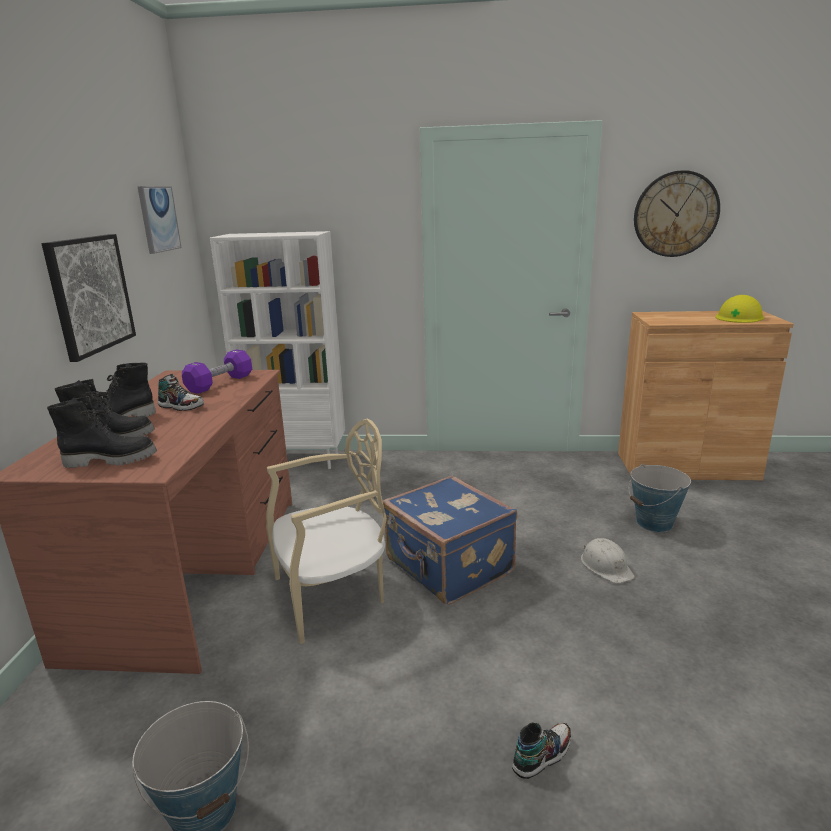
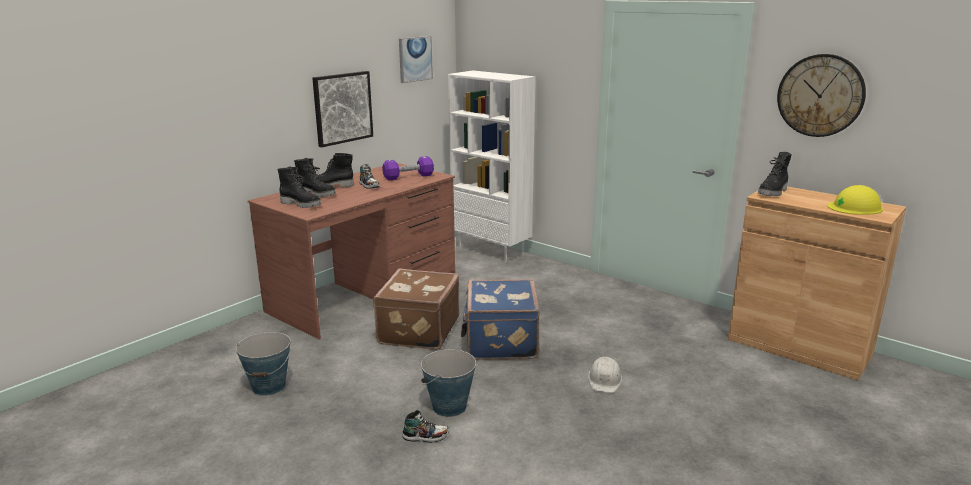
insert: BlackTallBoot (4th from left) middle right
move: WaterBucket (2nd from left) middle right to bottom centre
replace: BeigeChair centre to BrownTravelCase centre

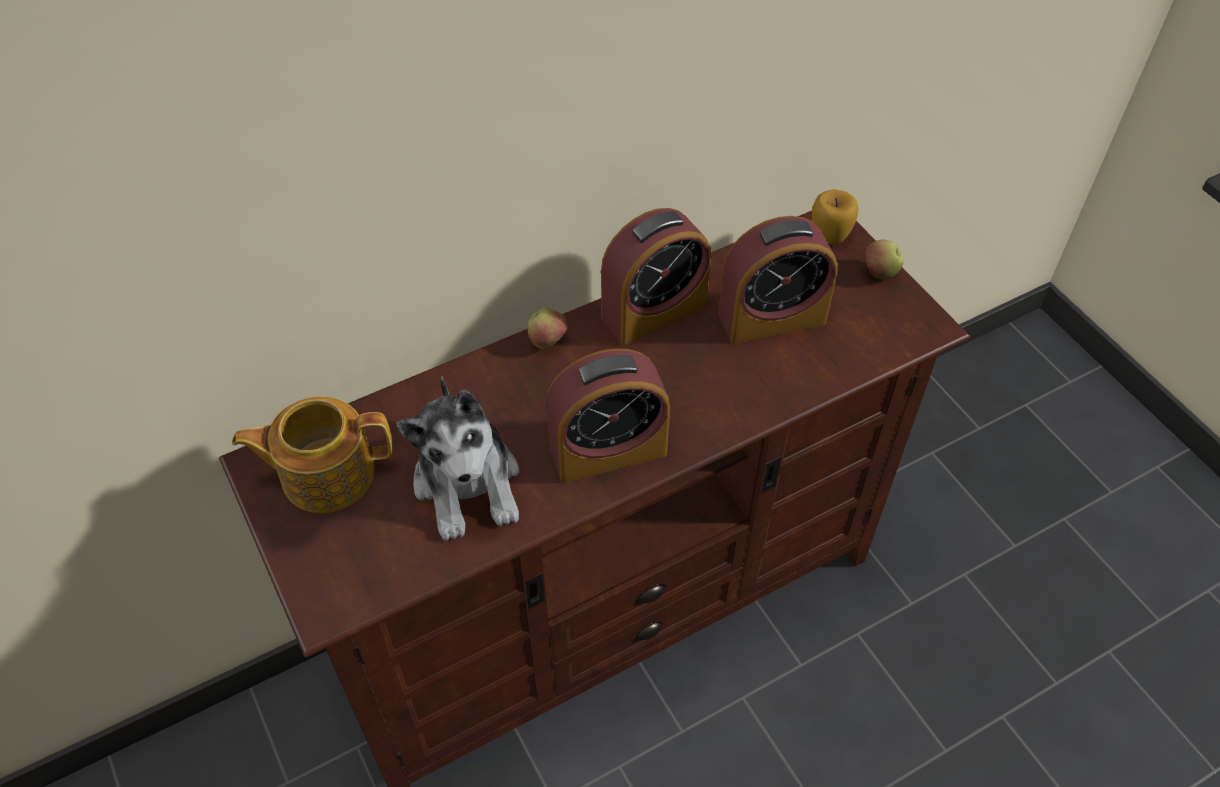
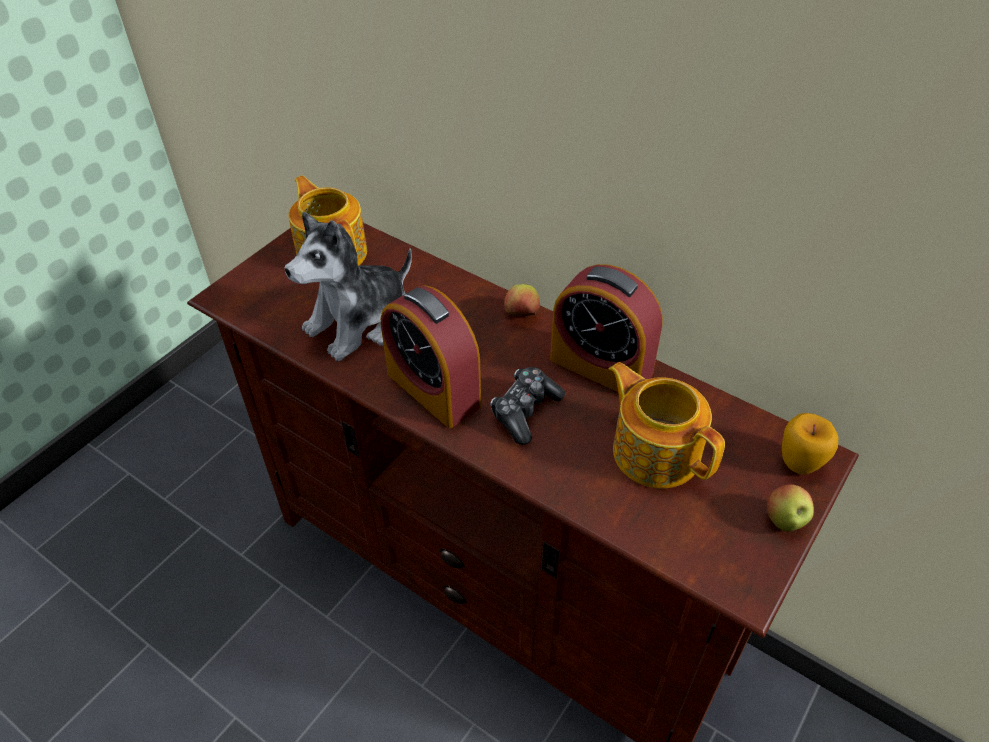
insert: Joypad centre
replace: TableClock (3rd from left) centre to PotForTea (2nd from left) middle right

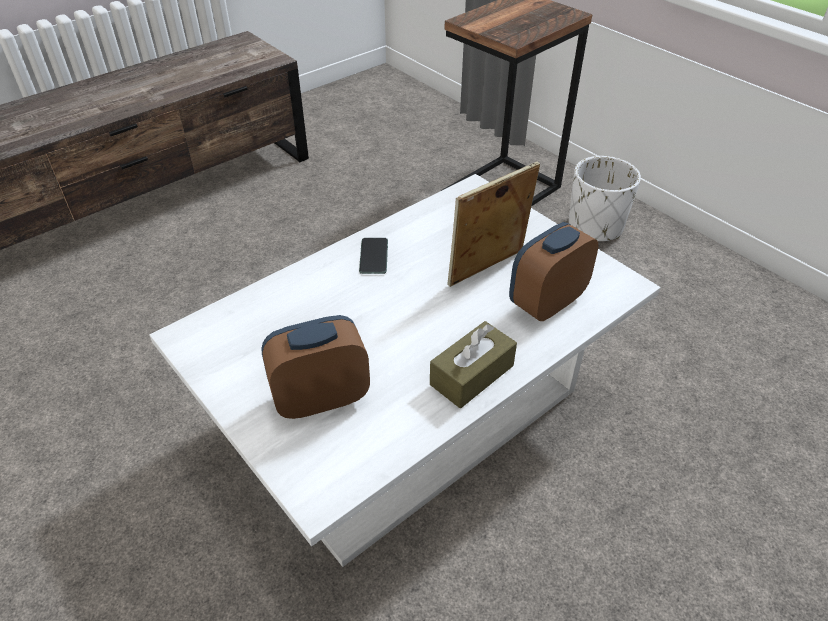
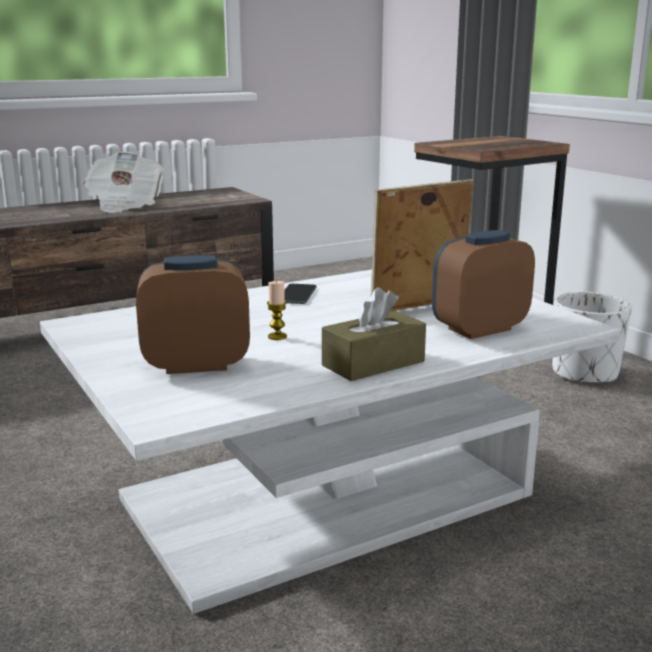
insert: PrintedPaper top left; WaxLight centre

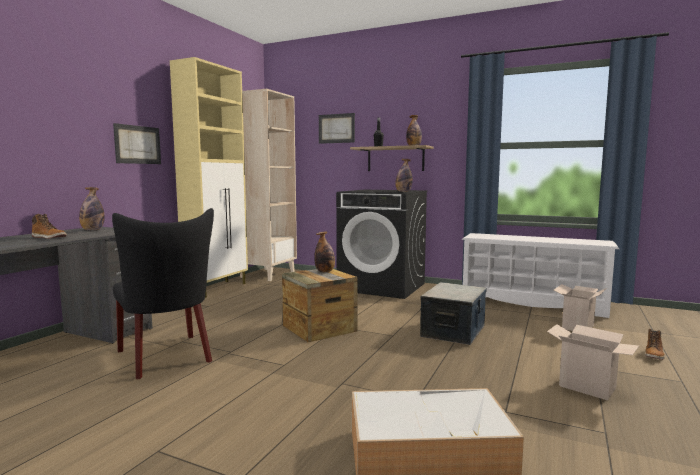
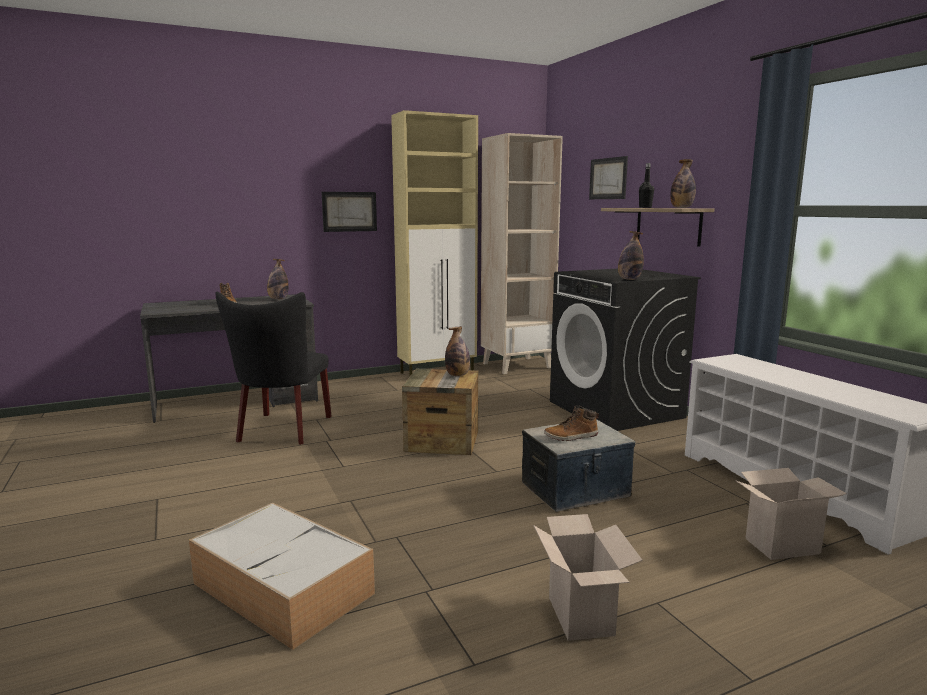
move: TallBoot (2nd from left) bottom right to centre

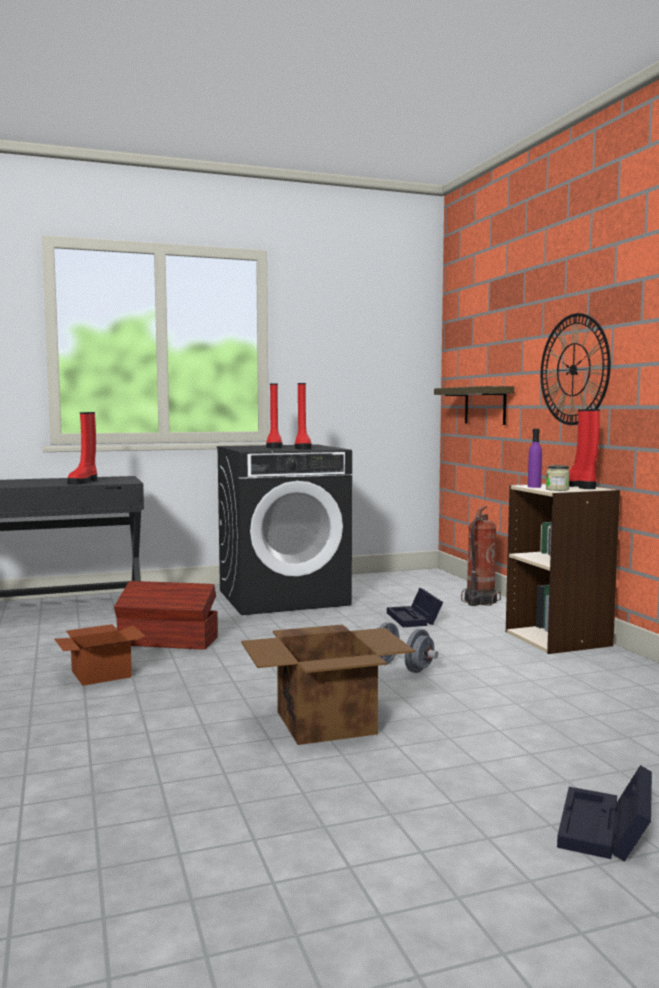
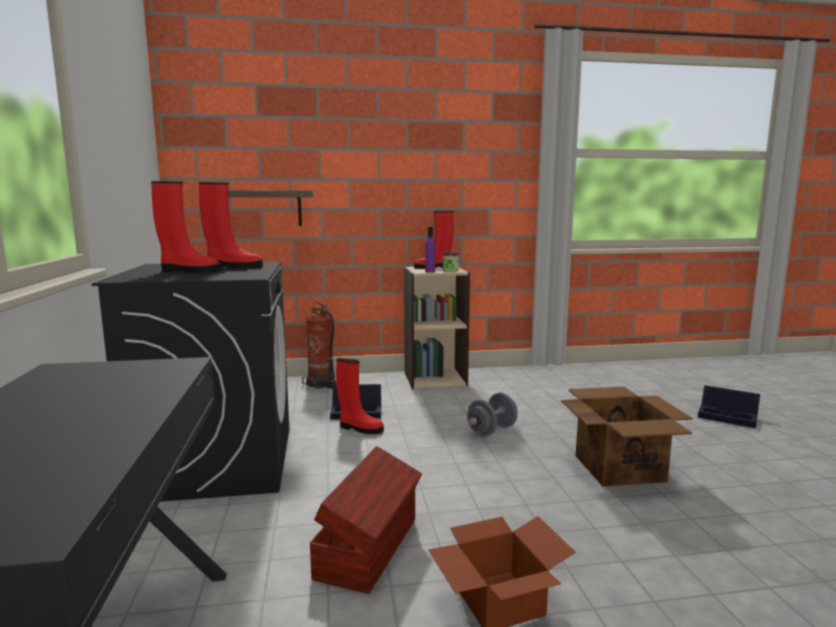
delete: WallClock middle right
move: RedTallBoot (1st from left in the first image) middle left to RedTallBoot (3rd from left) centre

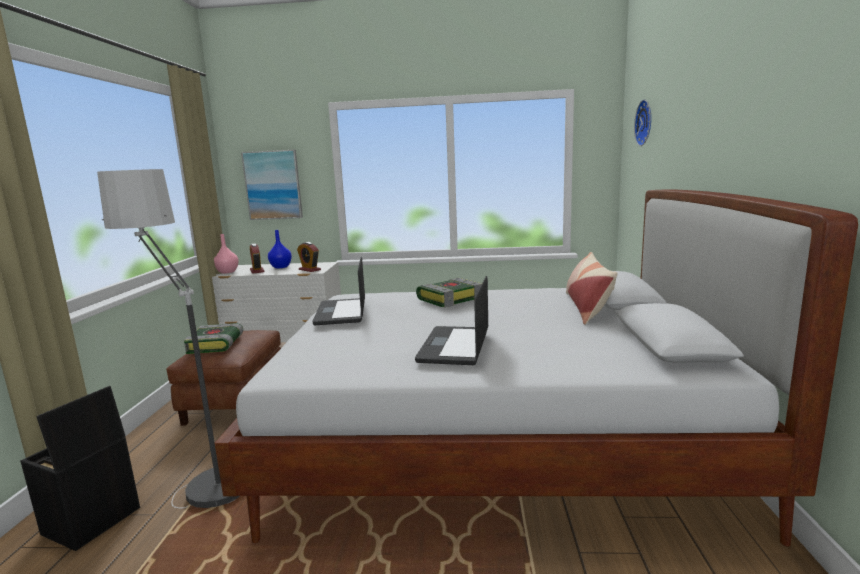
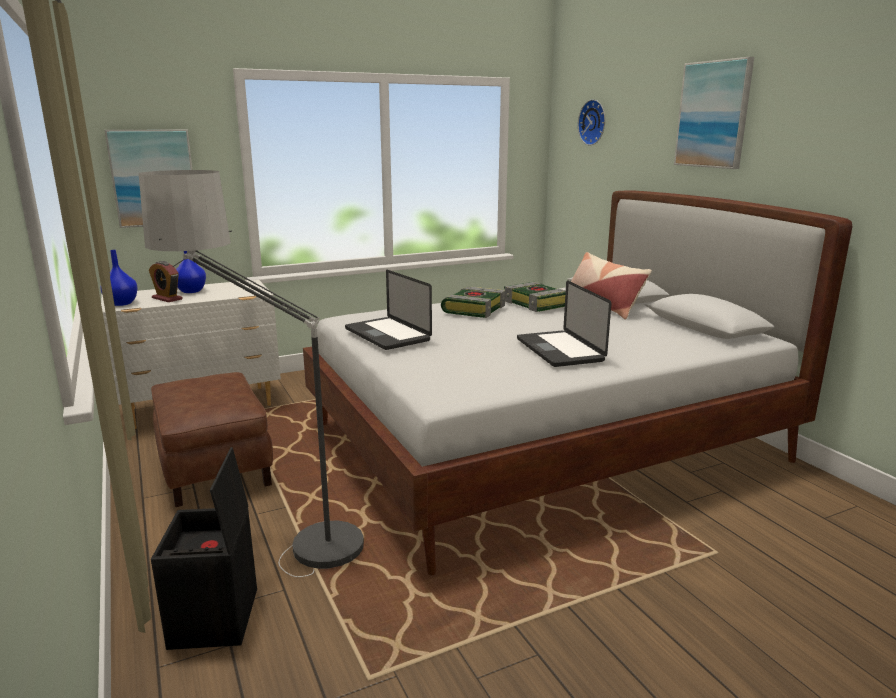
delete: TableClock (2nd from left) centre
insert: WallPicture (2nd from left) top right
move: BoundBook (1st from left in the first image) middle left to BoundBook (2nd from left) centre
recolor: PinkColouredFlowerVase middle left to BlueFlowerVase (1st from left) middle left

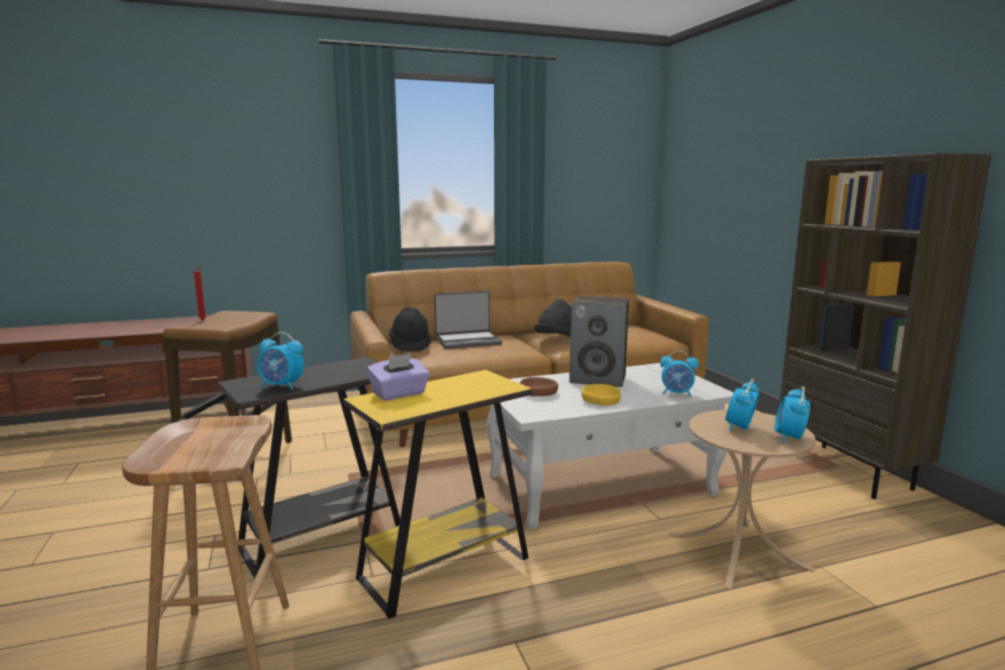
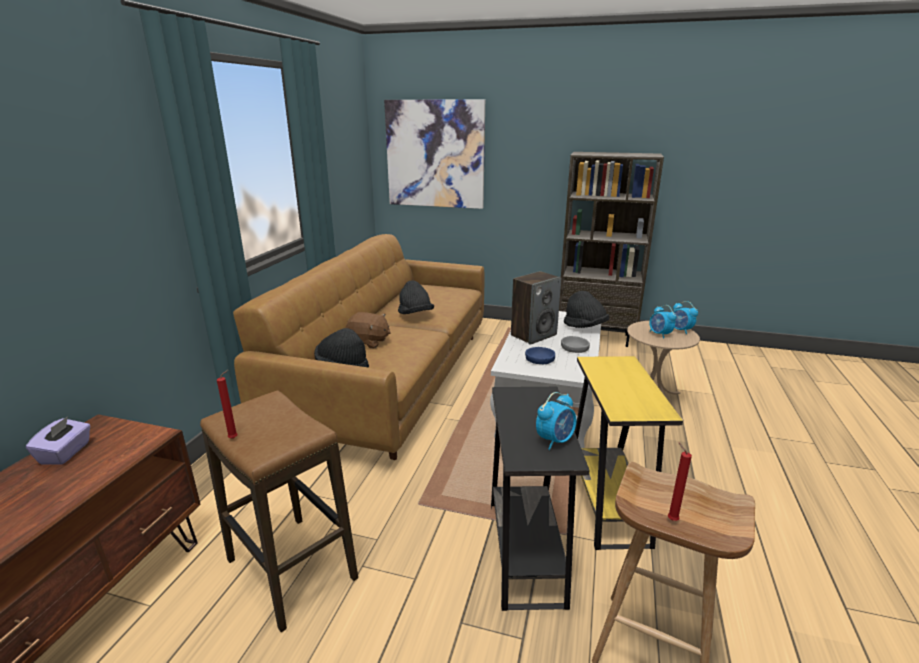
insert: WallPicture top centre; RedWaxLight (2nd from left) bottom right
move: PurplishBoxOfTissues centre to middle left
replace: Laptop centre to BrownPlushToy centre; TableClock (2nd from left) middle right to BlackWearableHat (3rd from left) centre
recolor: BrownBowl centre to BlueBowl centre; YellowishBowl centre to GreyishBowl centre

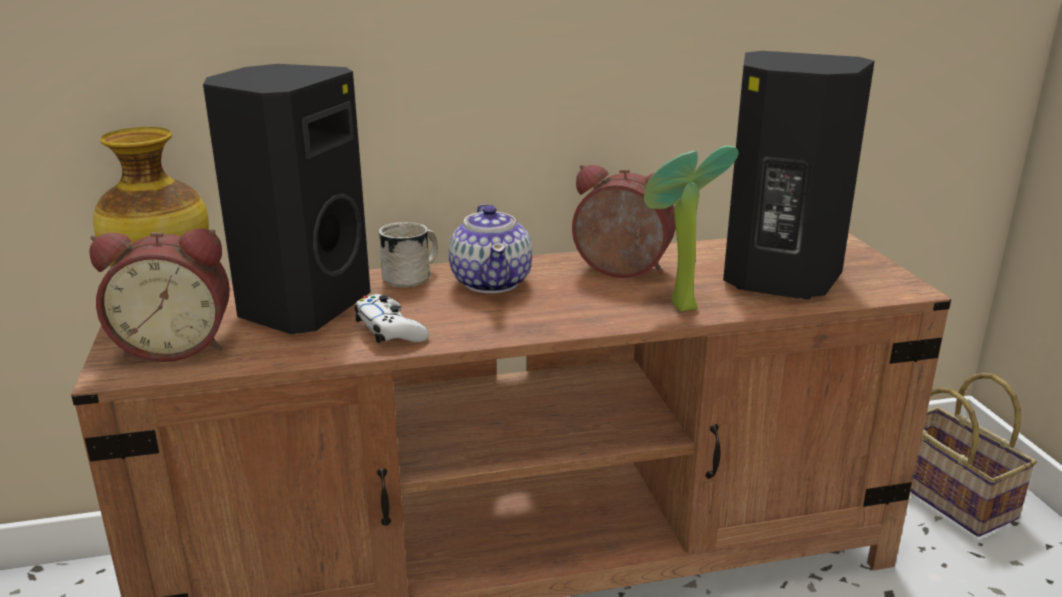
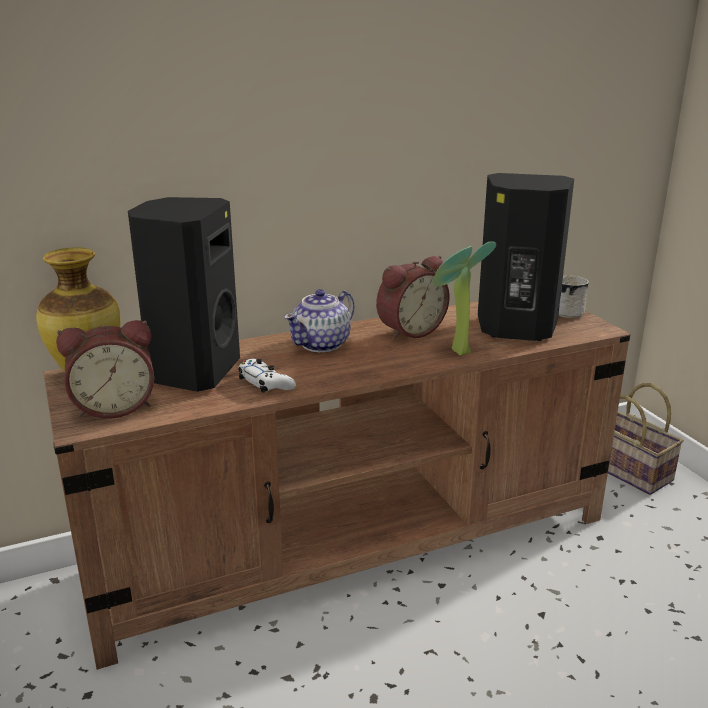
move: WhiteTeaMug centre to middle right
rotate: PotForTea centre = centre 60 degrees clockwise; TableClock (2nd from left) centre = centre 135 degrees clockwise

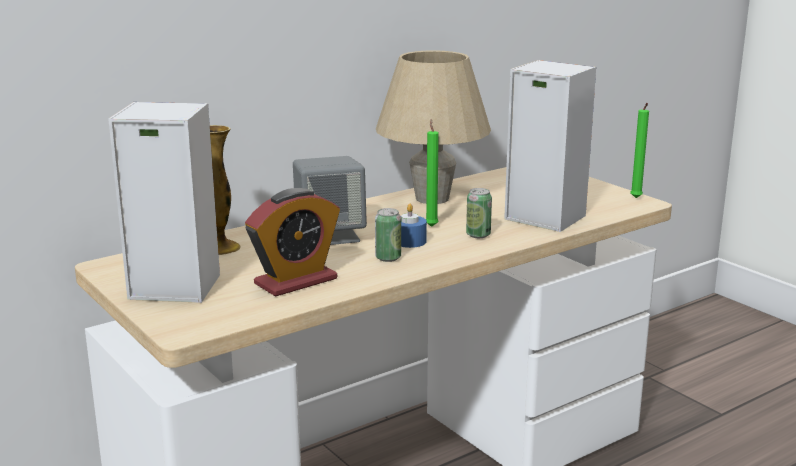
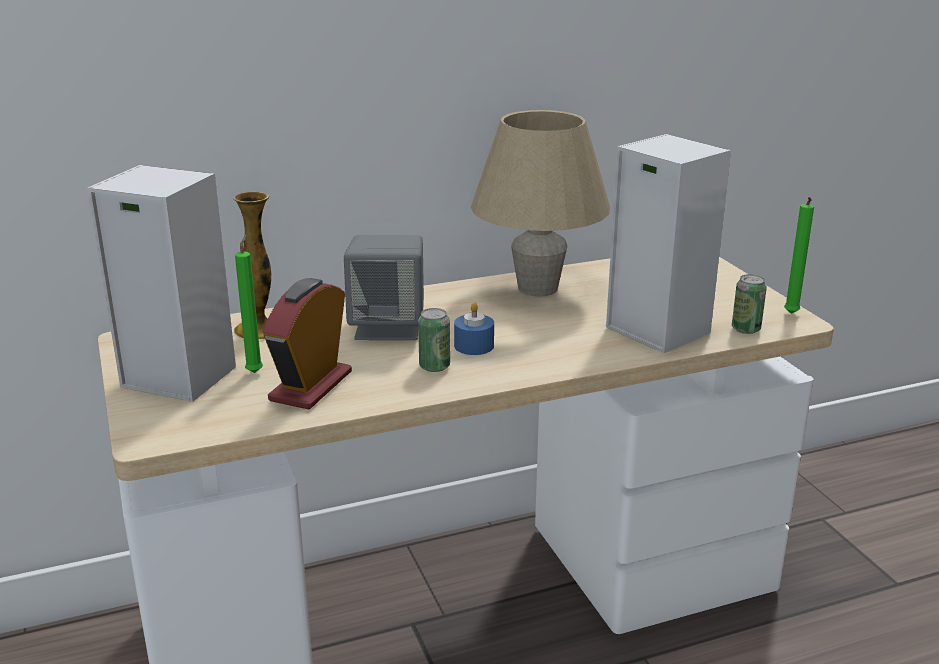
move: GreenishWaxLight (1st from left) centre to middle left; Can (2nd from left) centre to middle right
rotate: TableClock centre = middle left 135 degrees clockwise

